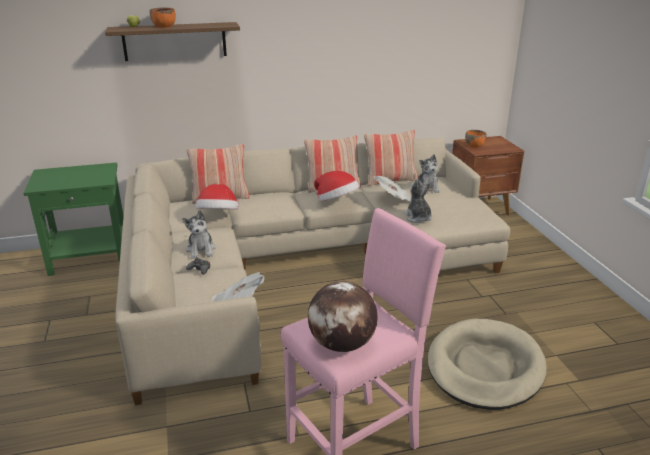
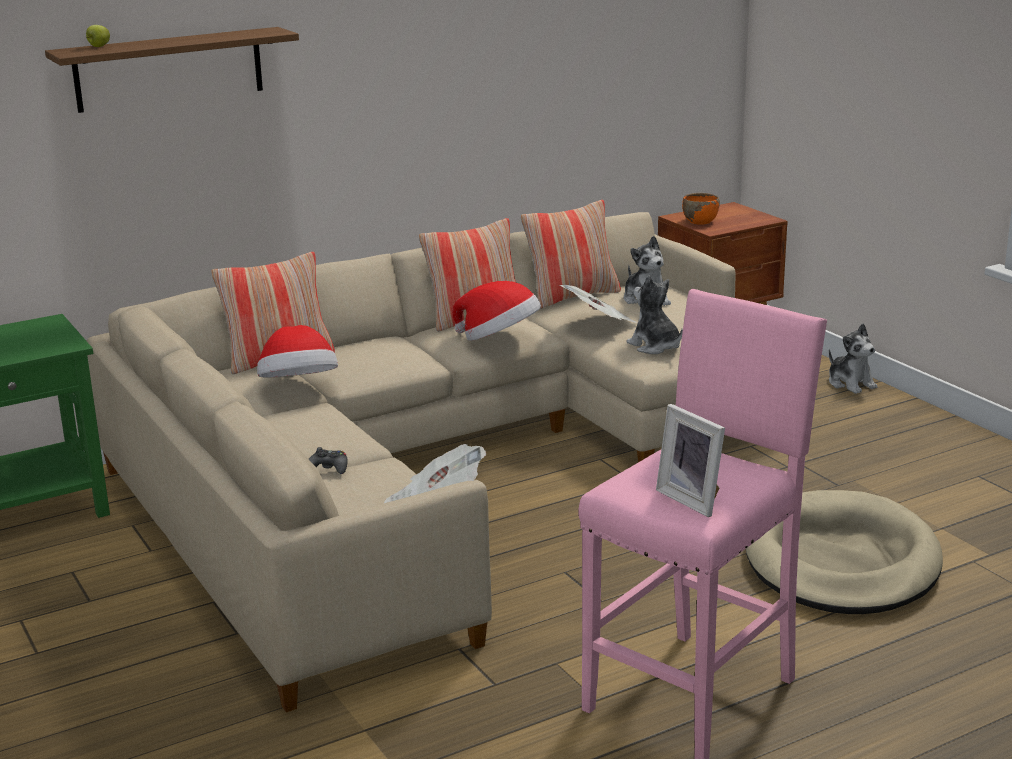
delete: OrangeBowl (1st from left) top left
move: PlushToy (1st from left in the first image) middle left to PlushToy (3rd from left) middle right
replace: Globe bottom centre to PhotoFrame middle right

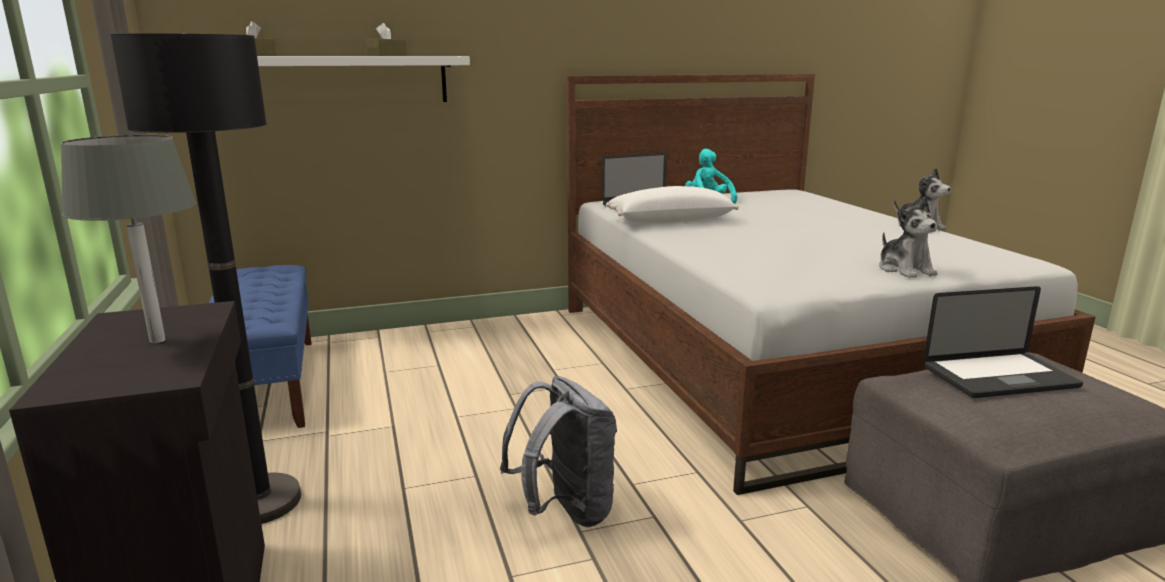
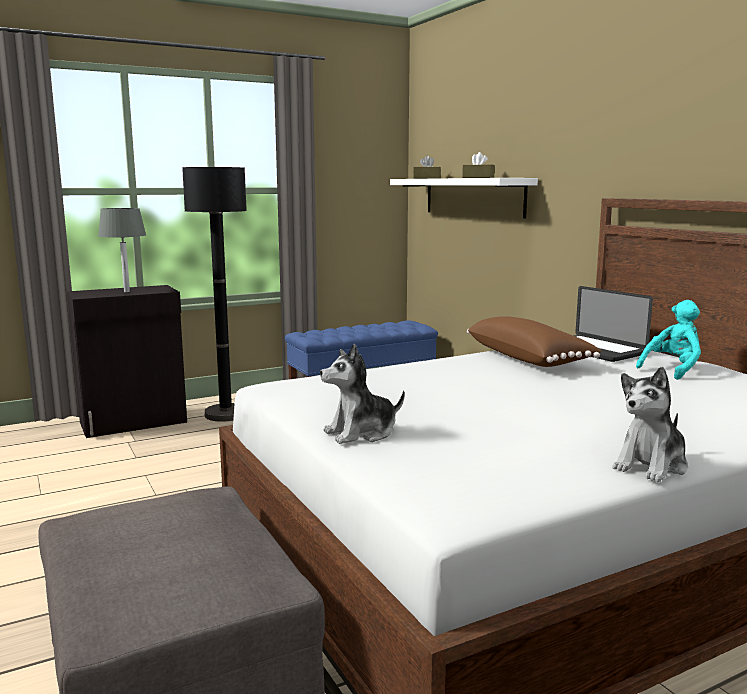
delete: GreyishKnapsack bottom centre; Laptop (2nd from left) middle right
recolor: WhiteThrowPillow centre to BrownThrowPillow middle right

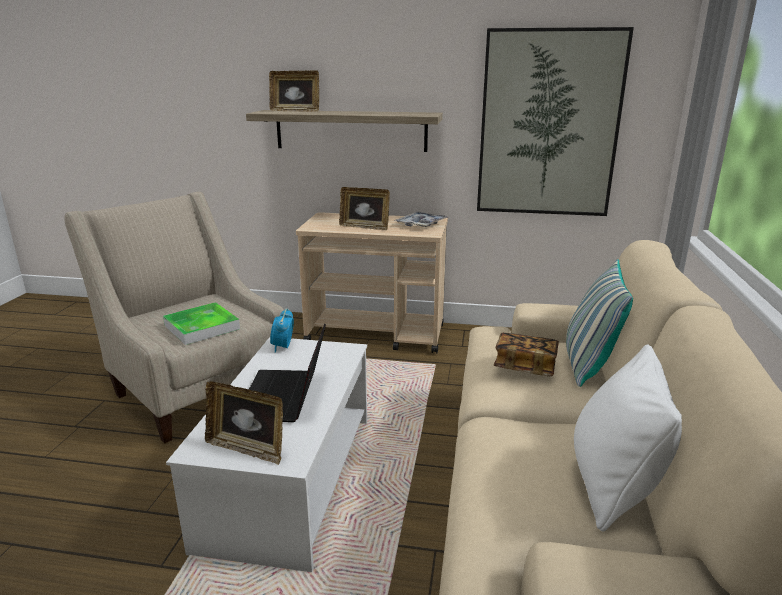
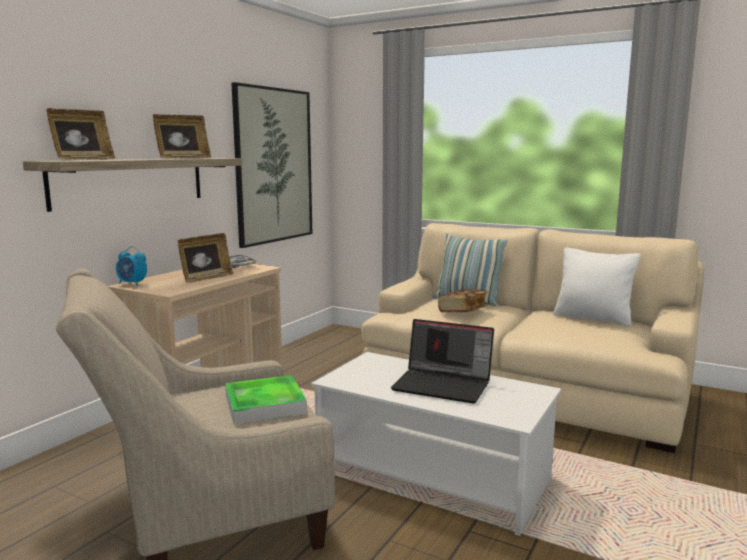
move: TableClock centre to middle left; PhotoFrame (1st from left in the first image) bottom left to PhotoFrame (2nd from left) top left

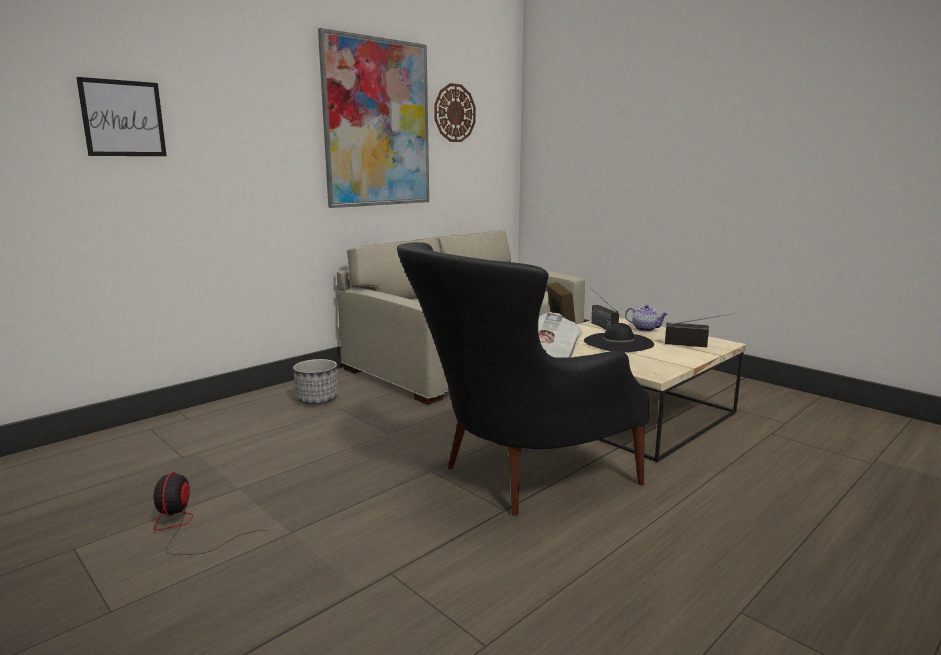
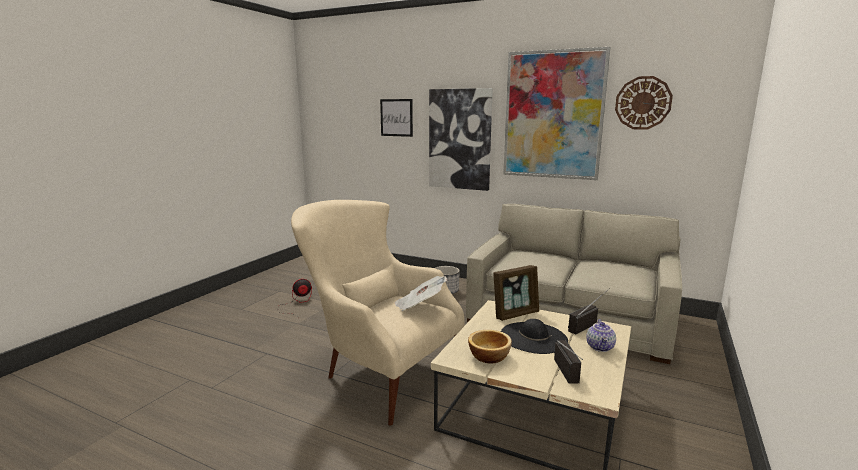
insert: WallPicture (2nd from left) top centre; Bowl bottom centre
recolor: BlackEasyChair centre to BeigeEasyChair centre

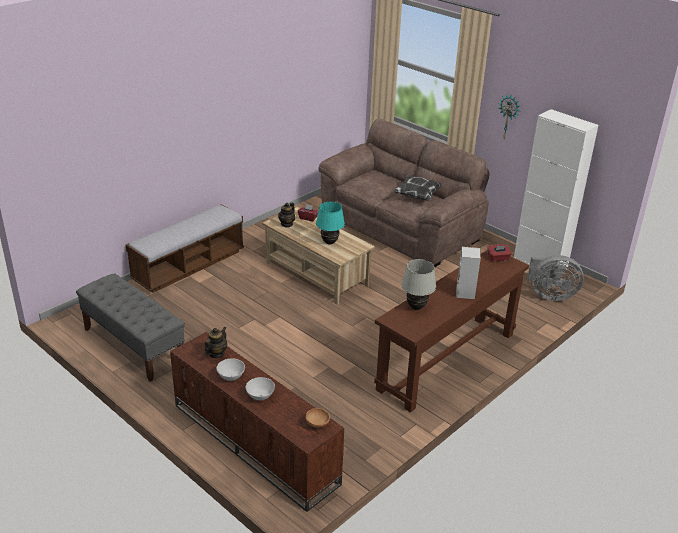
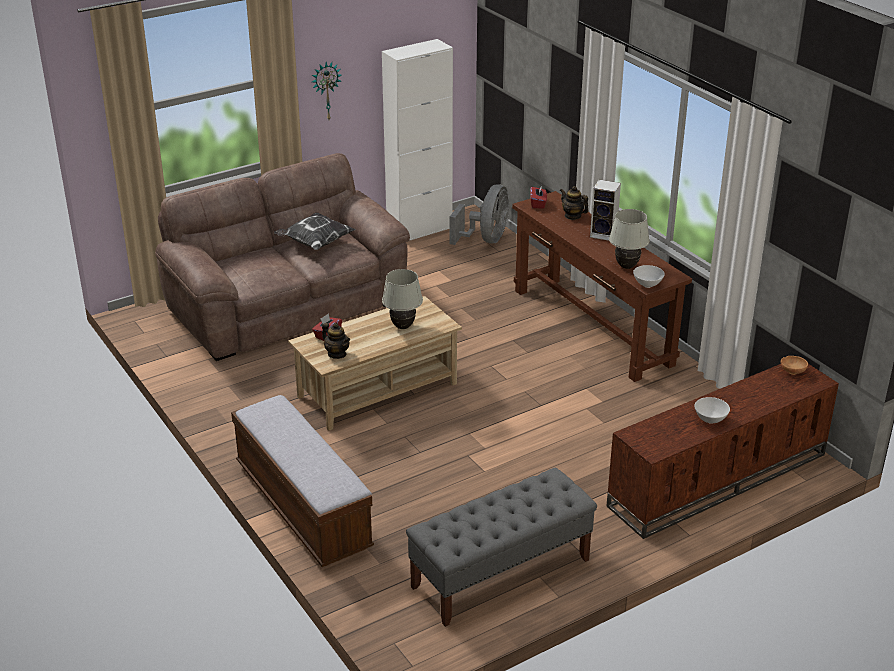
move: PotForTea (1st from left in the first image) middle left to PotForTea (2nd from left) top centre; WhiteBowl (2nd from left in the first image) bottom centre to WhiteBowl (1st from left) middle right
recolor: BlueGreenTableLamp centre to WhiteTableLamp (1st from left) centre

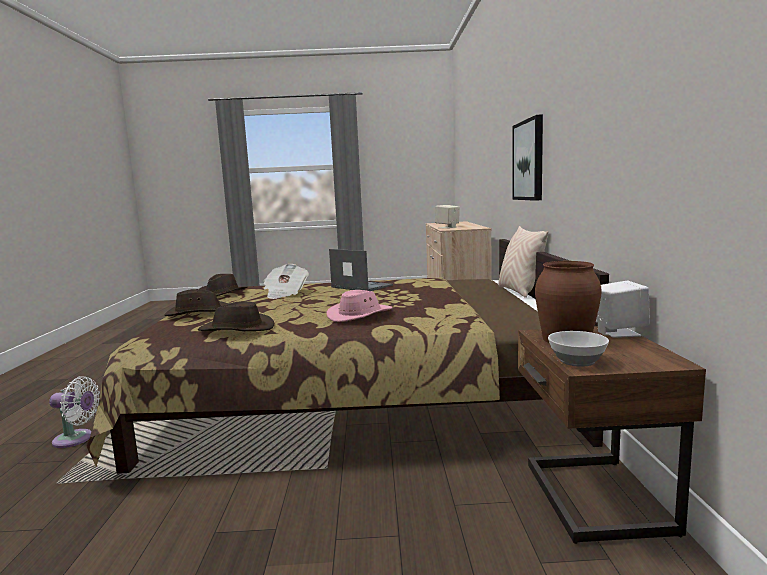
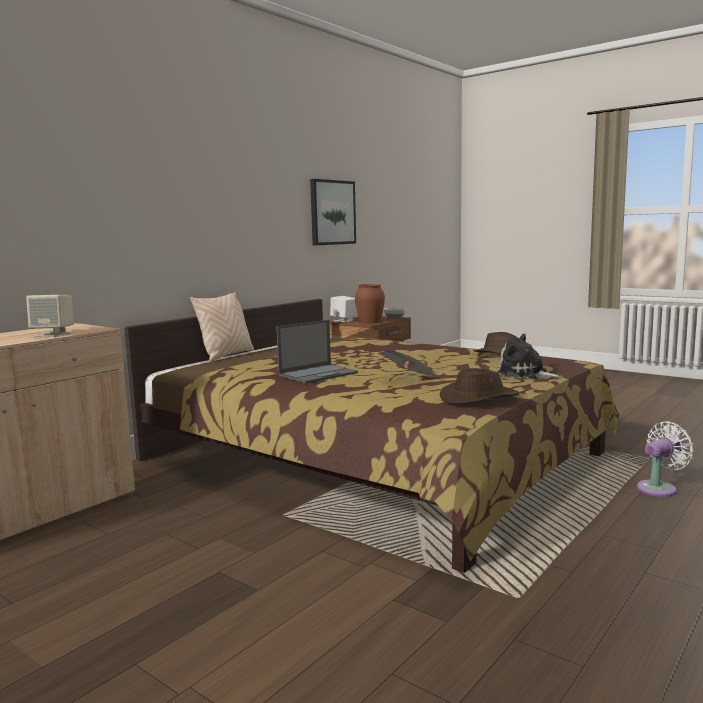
delete: PinkColouredWearableHat centre
move: WallPicture top right to top centre
replace: BrownWearableHat (1st from left) middle left to PlushToy middle right
rotate: Laptop centre = centre 120 degrees counterclockwise; WhiteFan bottom left = middle right 105 degrees clockwise

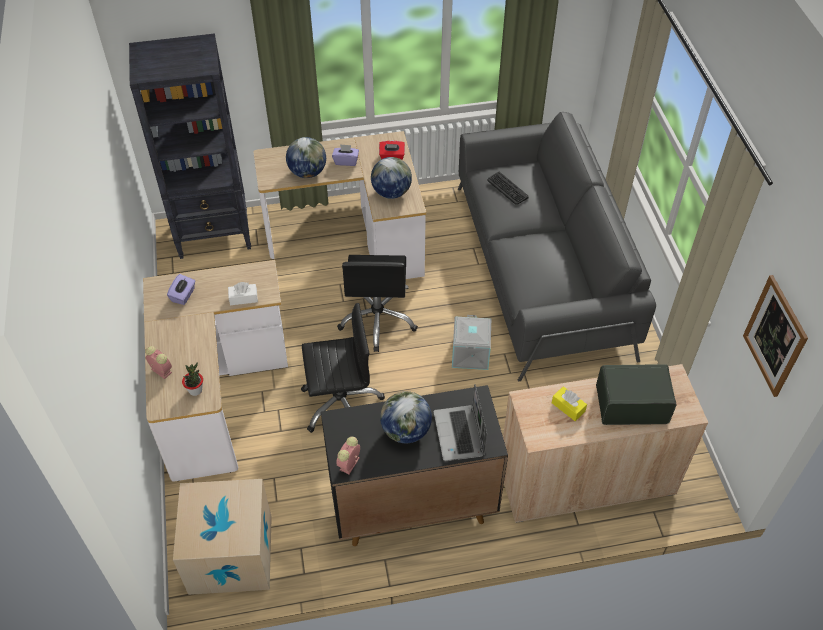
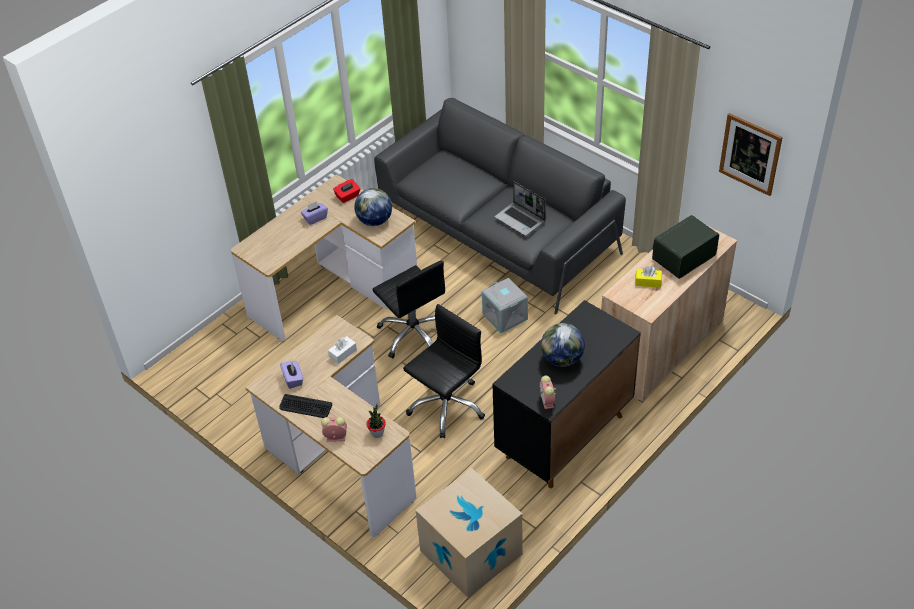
delete: BlackBookshelf top left; Globe (1st from left) top centre
move: Keyboard top centre to bottom centre; Laptop bottom centre to centre

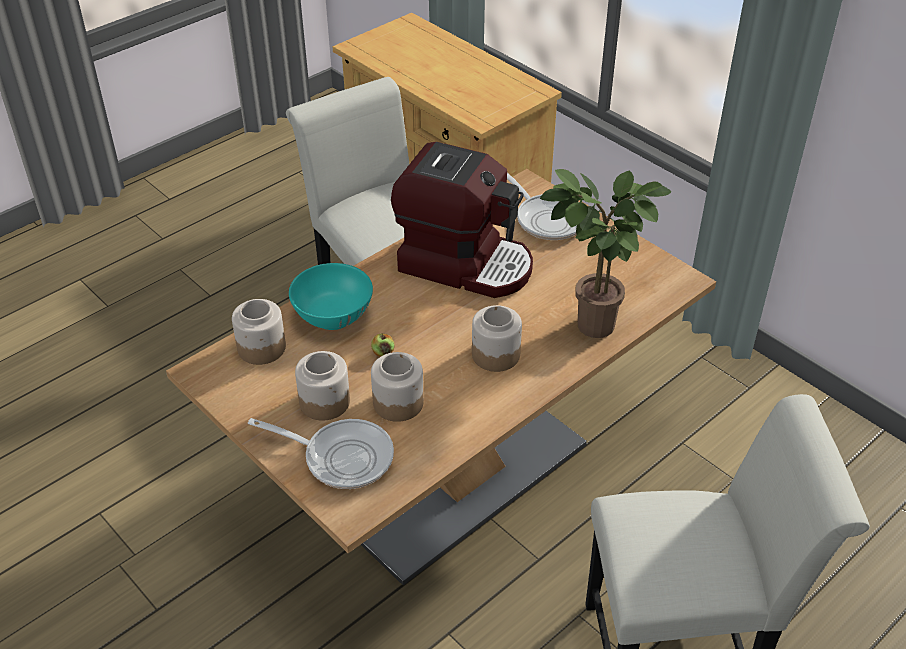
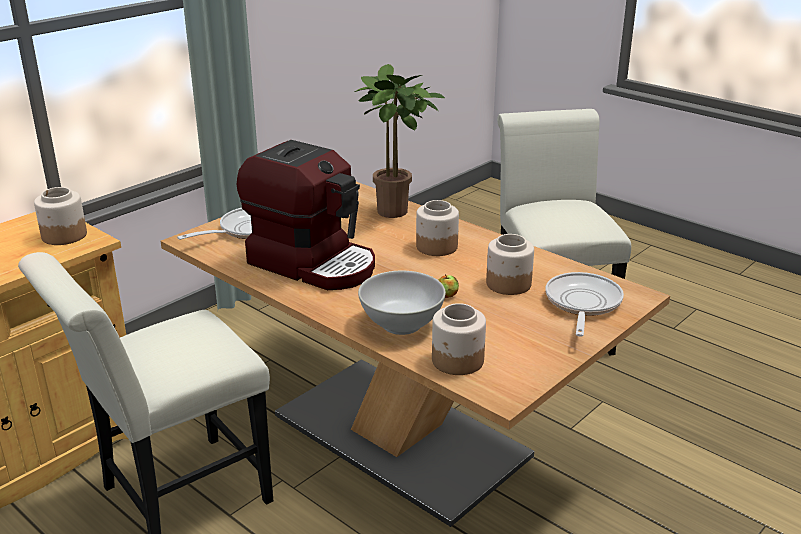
move: Jar (2nd from left in the first image) centre to Jar (1st from left) middle left
recolor: BlueGreenBowl centre to WhiteBowl centre
rotate: CoffeeMachine centre = centre 105 degrees clockwise

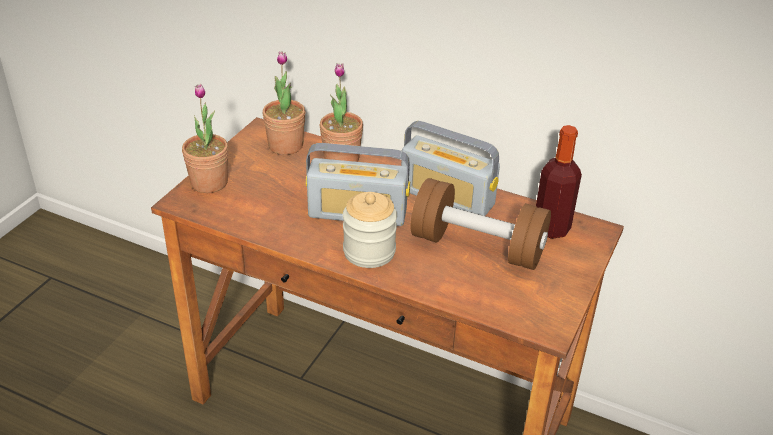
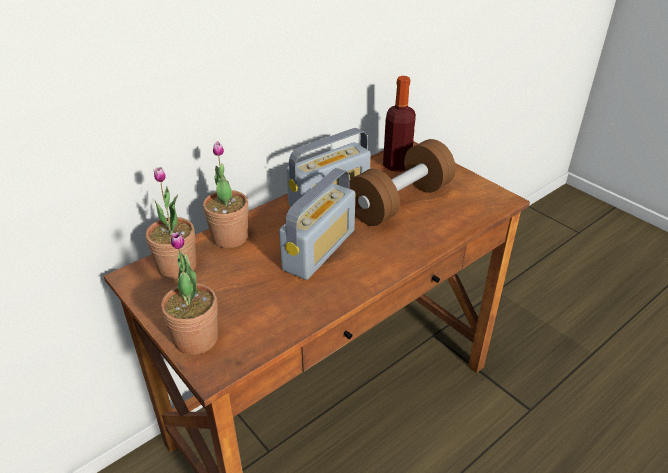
delete: Jar centre

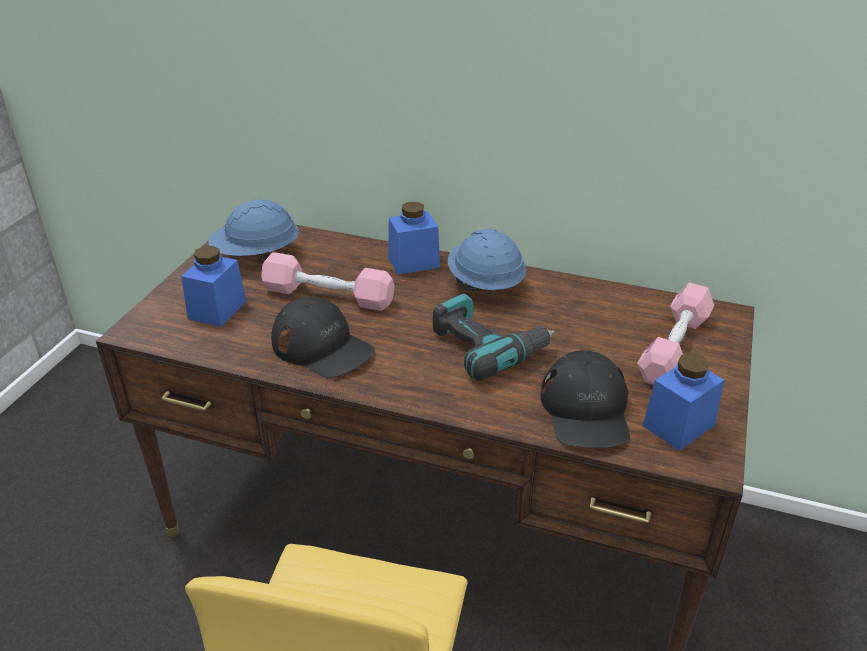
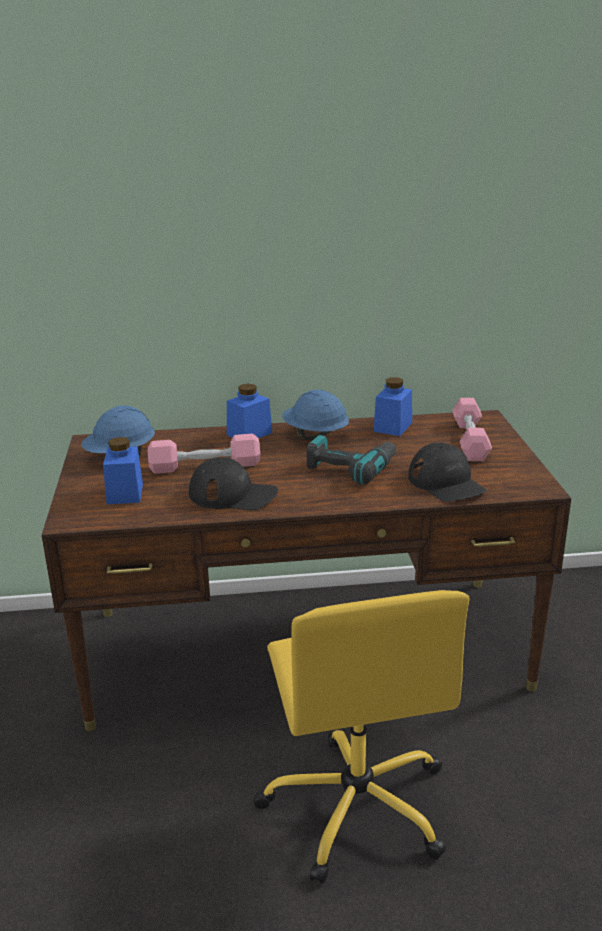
move: BlueJar (3rd from left) middle right to centre

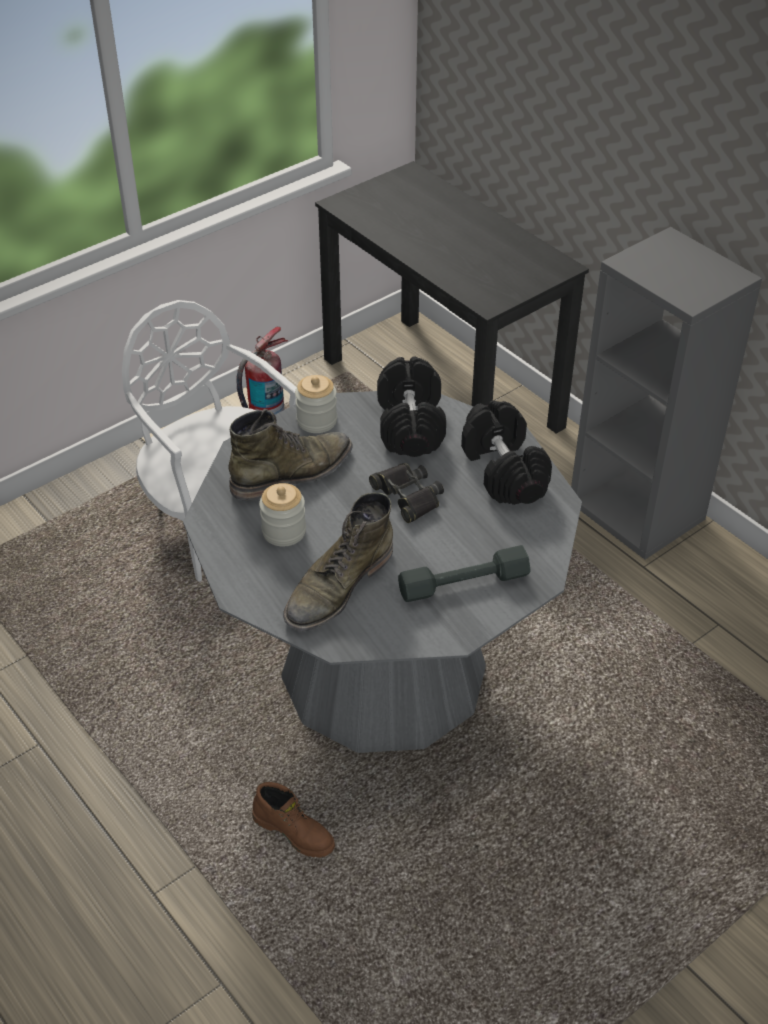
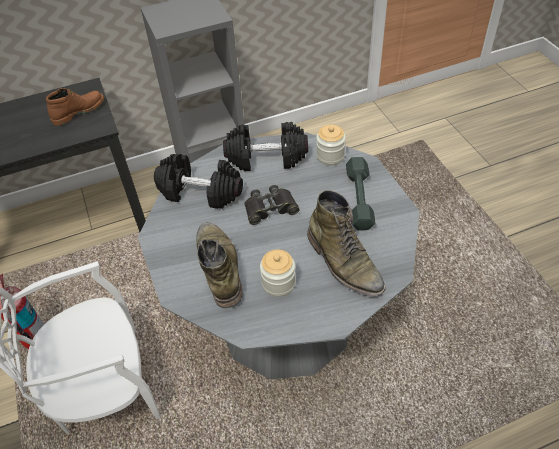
move: BrownTallBoot bottom centre to top left; Jar (2nd from left) centre to top centre

